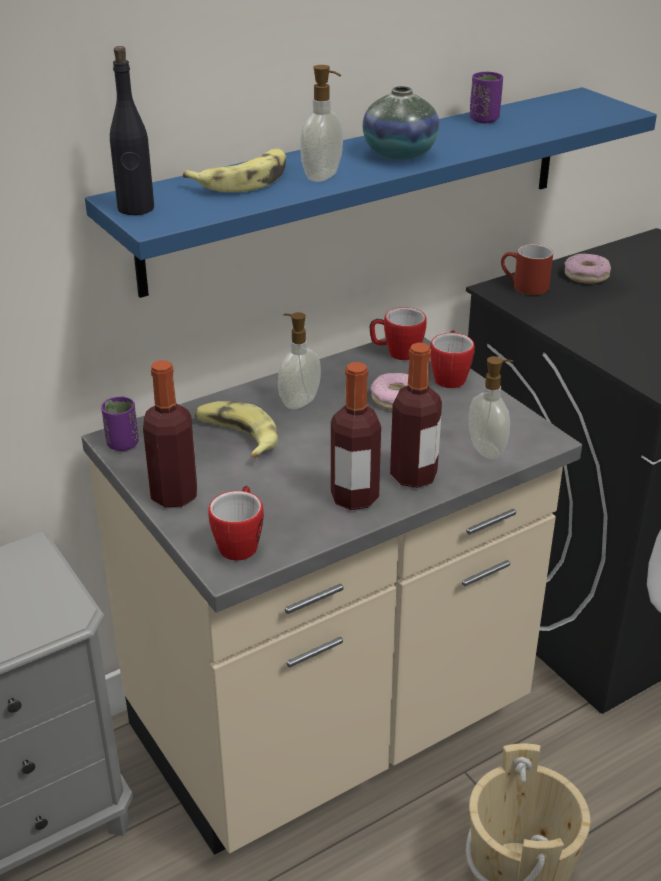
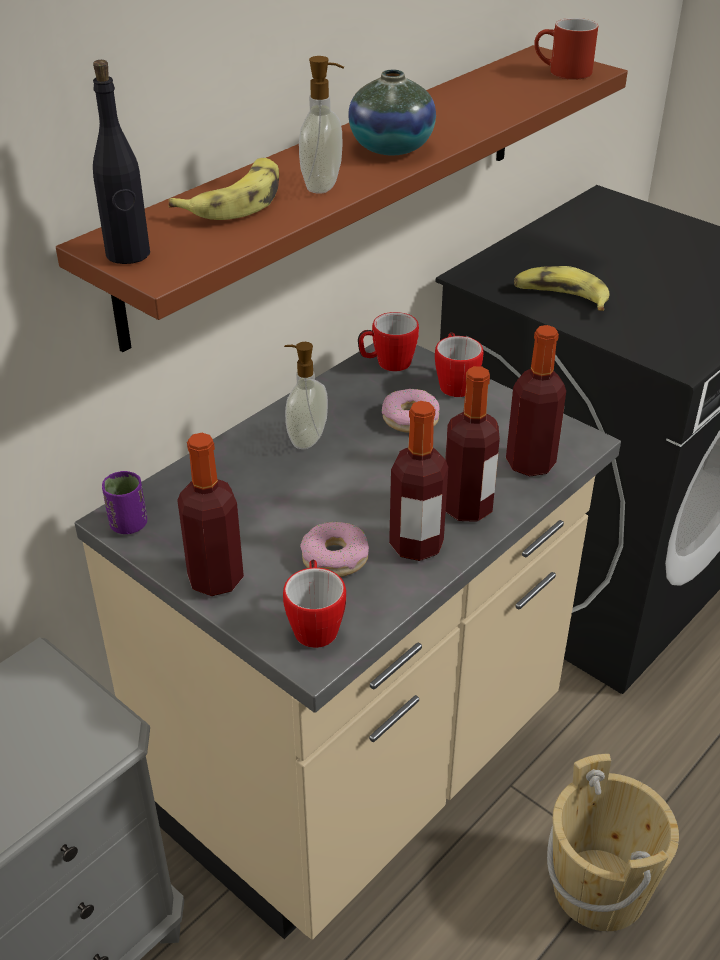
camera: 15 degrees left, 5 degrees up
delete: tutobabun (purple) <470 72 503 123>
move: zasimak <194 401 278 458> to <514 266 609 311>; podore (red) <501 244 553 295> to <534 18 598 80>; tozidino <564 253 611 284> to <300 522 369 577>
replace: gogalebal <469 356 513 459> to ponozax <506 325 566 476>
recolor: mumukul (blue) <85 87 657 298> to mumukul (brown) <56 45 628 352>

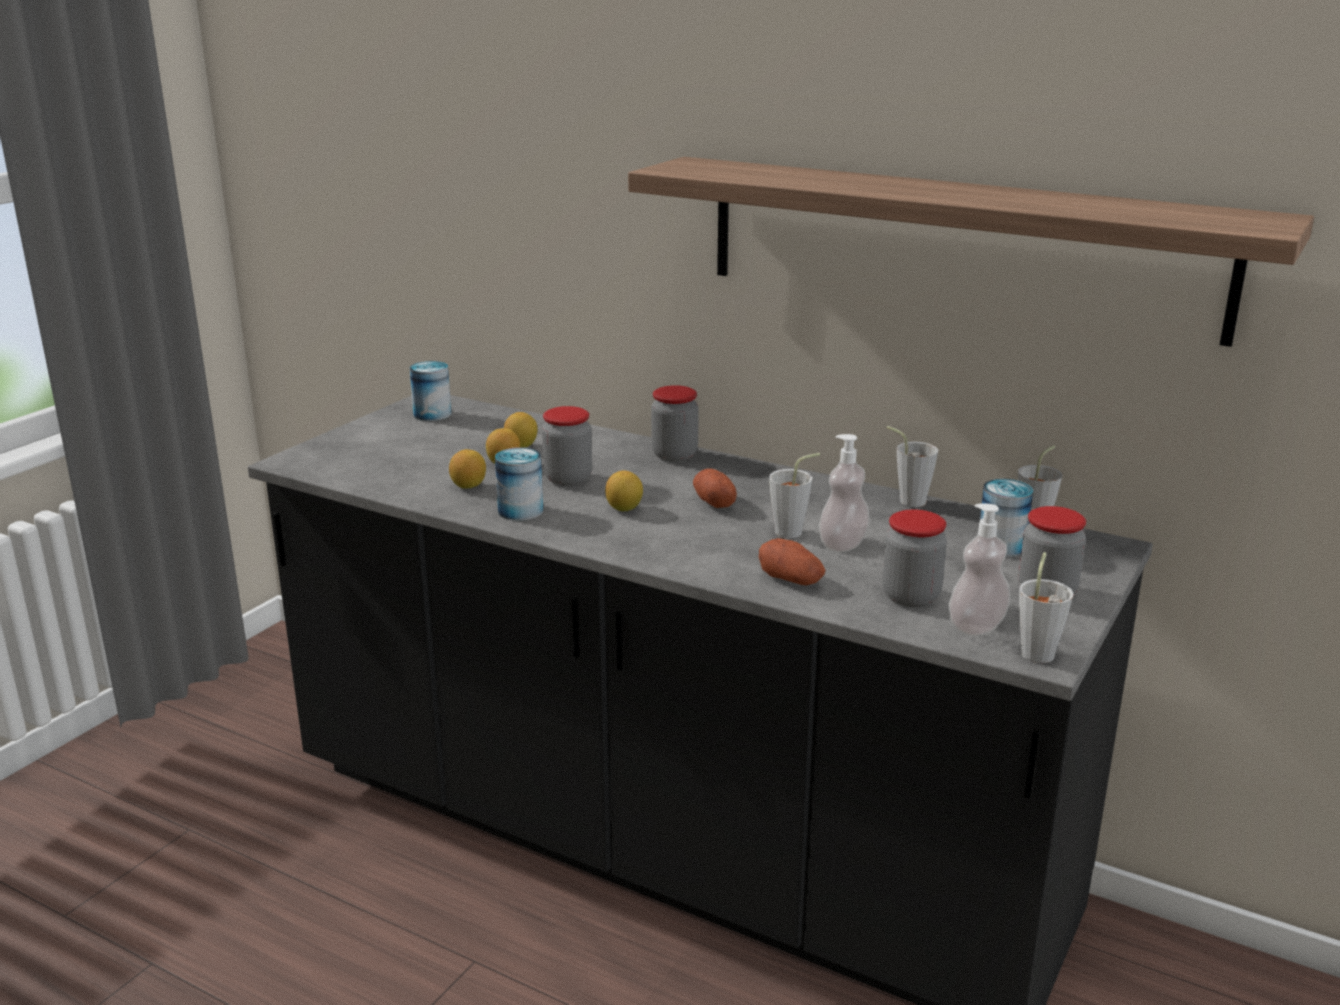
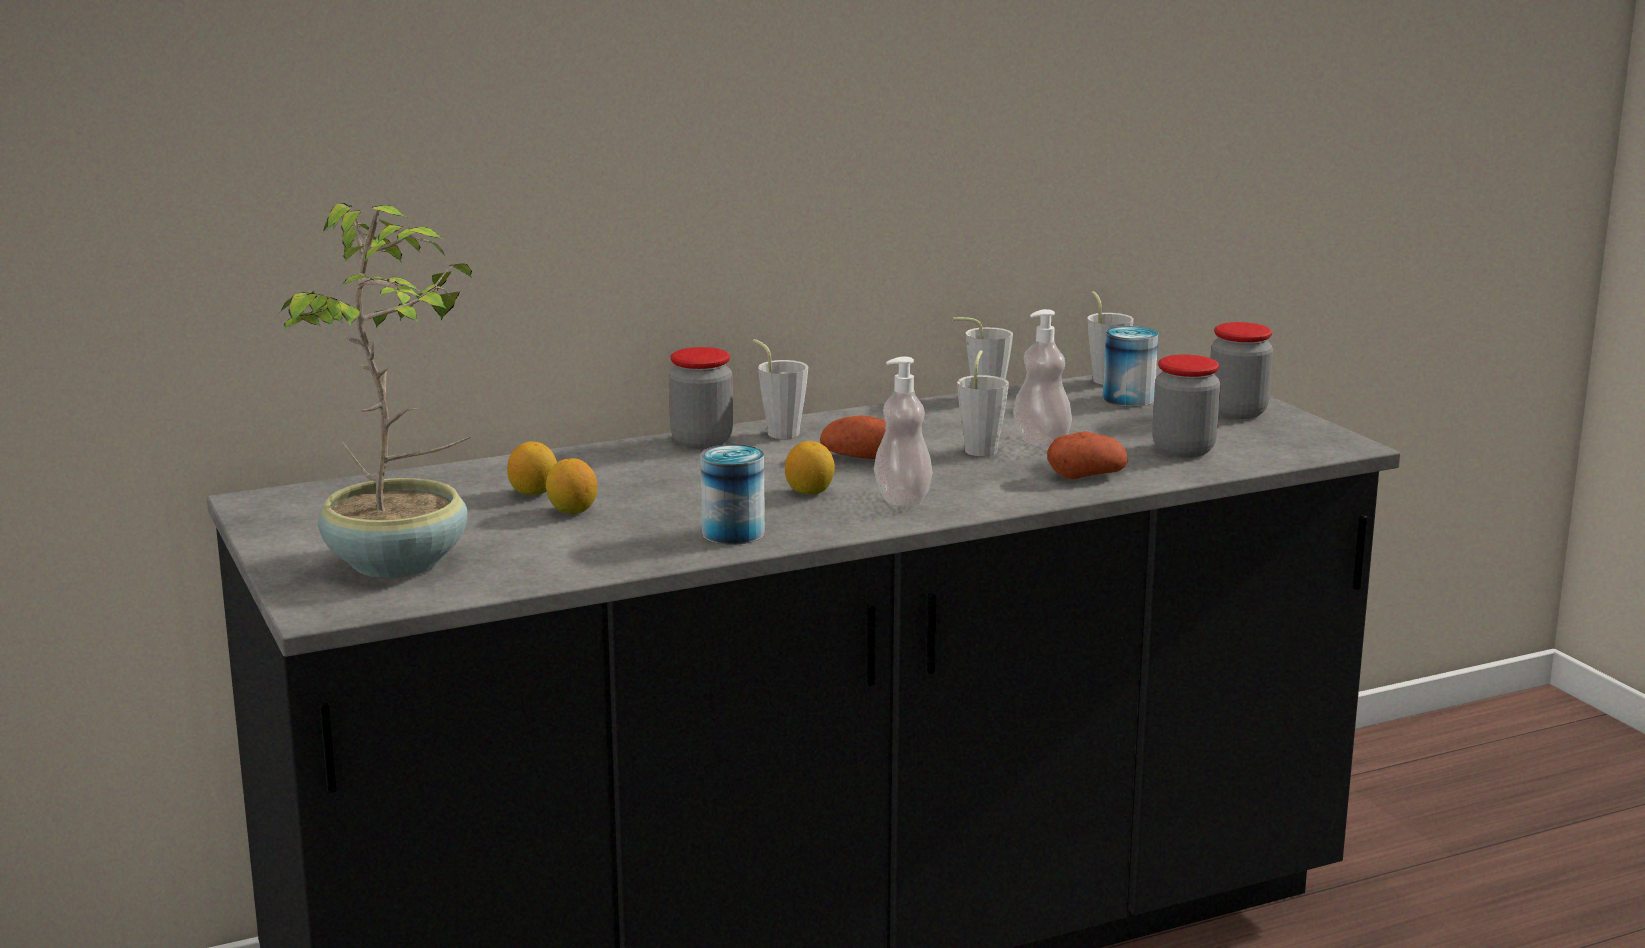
camera: 55 degrees left, 5 degrees down
delete: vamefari <410 361 451 421>; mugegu <449 449 486 489>; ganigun <542 406 592 486>; mumukul <628 157 1314 347>
insert: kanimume <279 203 472 578>
move: gogalebal <949 503 1011 636> to <874 357 933 506>; tutobabun (grey) <1019 552 1074 663> to <753 339 809 439>

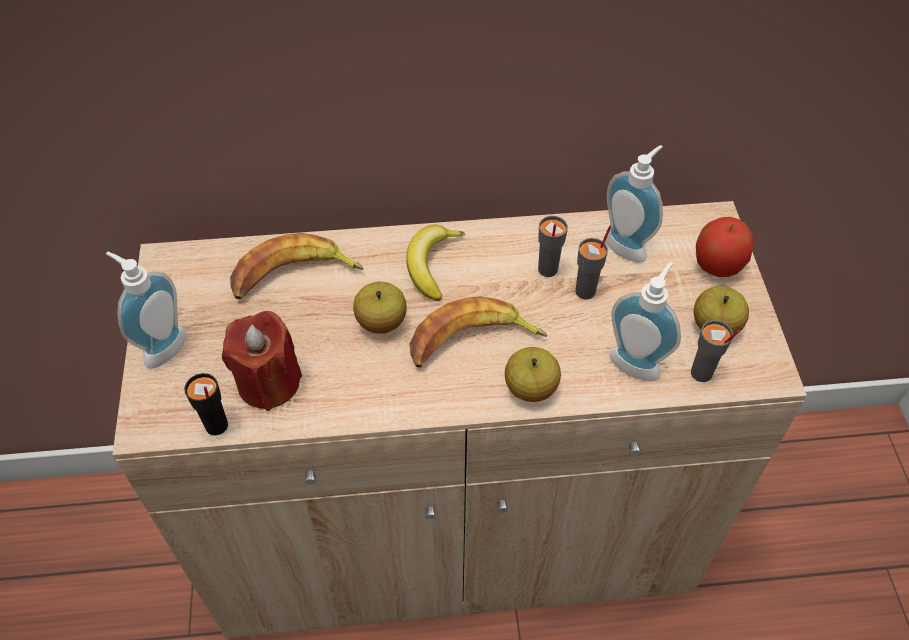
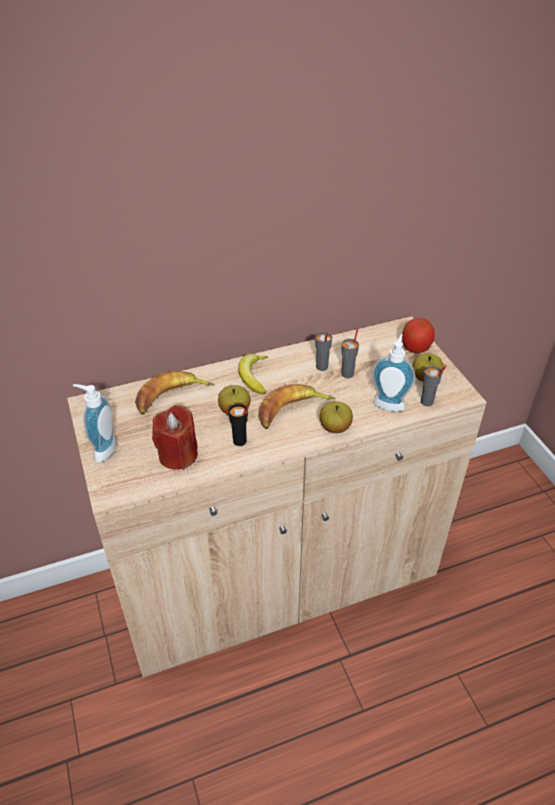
camera: 15 degrees left, 10 degrees down
delete: gogalebal <604 145 663 263>
move: tutobabun (black) <184 373 228 435> to <229 404 248 446>

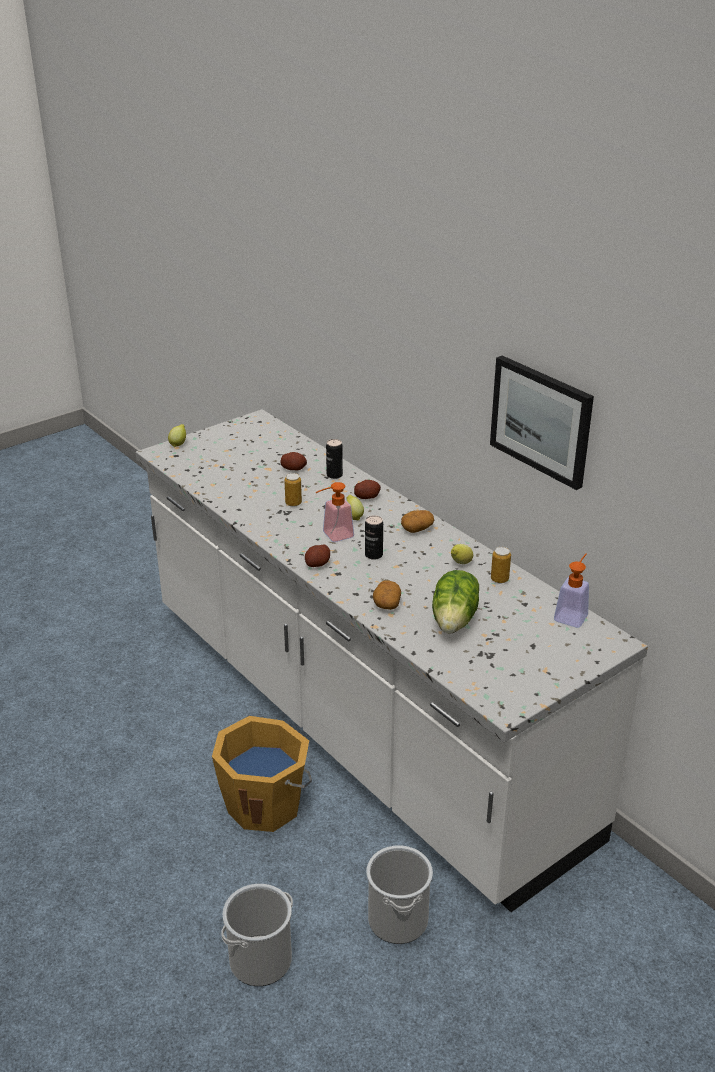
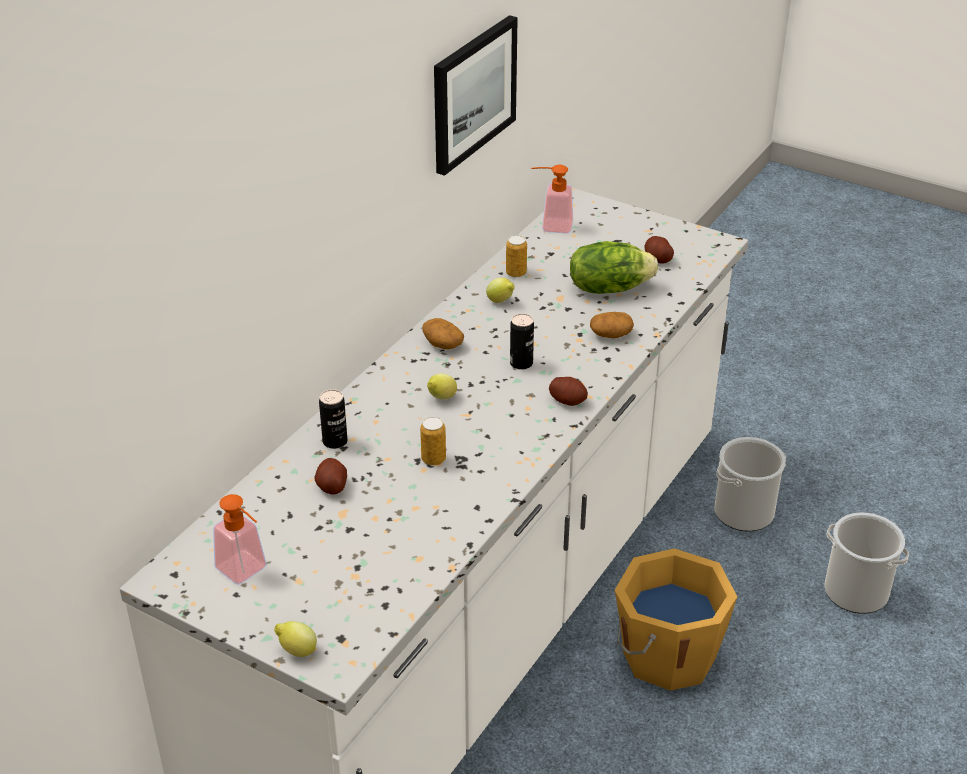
camera: 110 degrees left, 5 degrees up
move: gogalebal <315 482 354 542> to <213 494 267 585>; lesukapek <354 480 381 499> to <645 236 674 264>

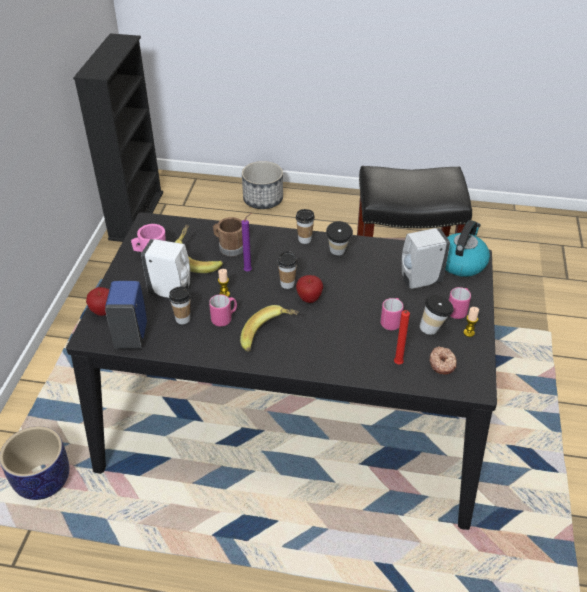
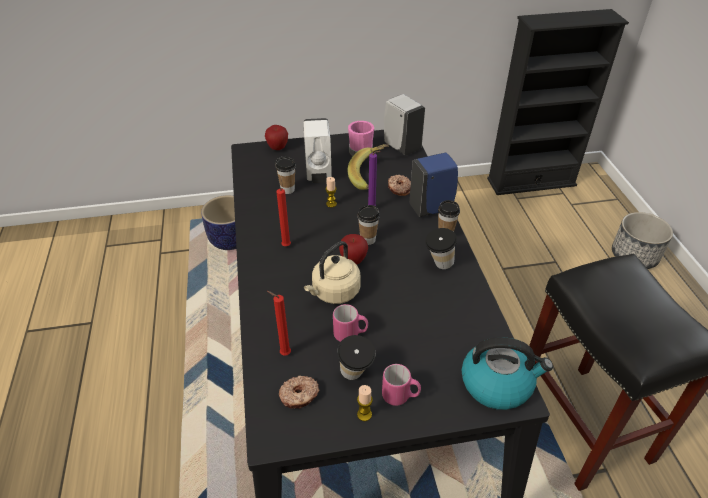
camera: 70 degrees right, 0 degrees up
delete: podore (pink) <209 294 237 327>
insert: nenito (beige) <304 241 361 304>
move: gogalebal (blue) <105 281 147 349> to <409 153 458 217>; gogalebal (white) <401 228 450 289> to <384 94 425 156>
replace: podore (brown) <213 217 243 256> to tozidino <388 175 411 196>; zasimak <240 305 298 352> to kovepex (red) <276 188 291 246>

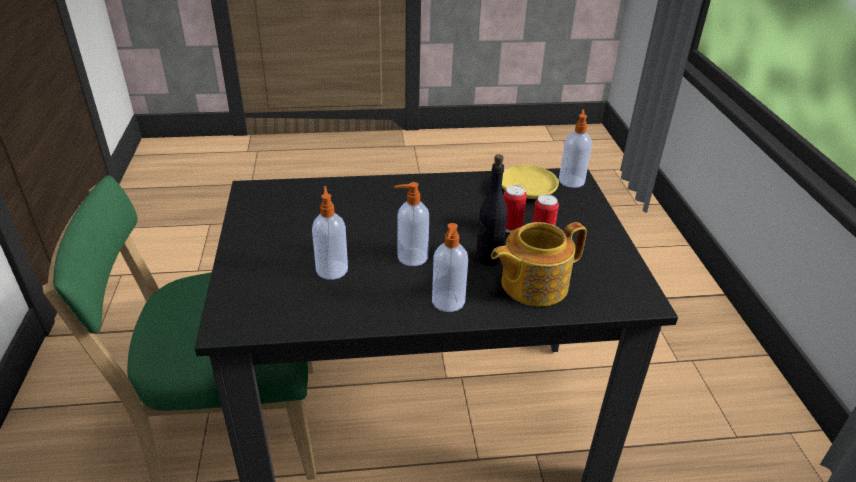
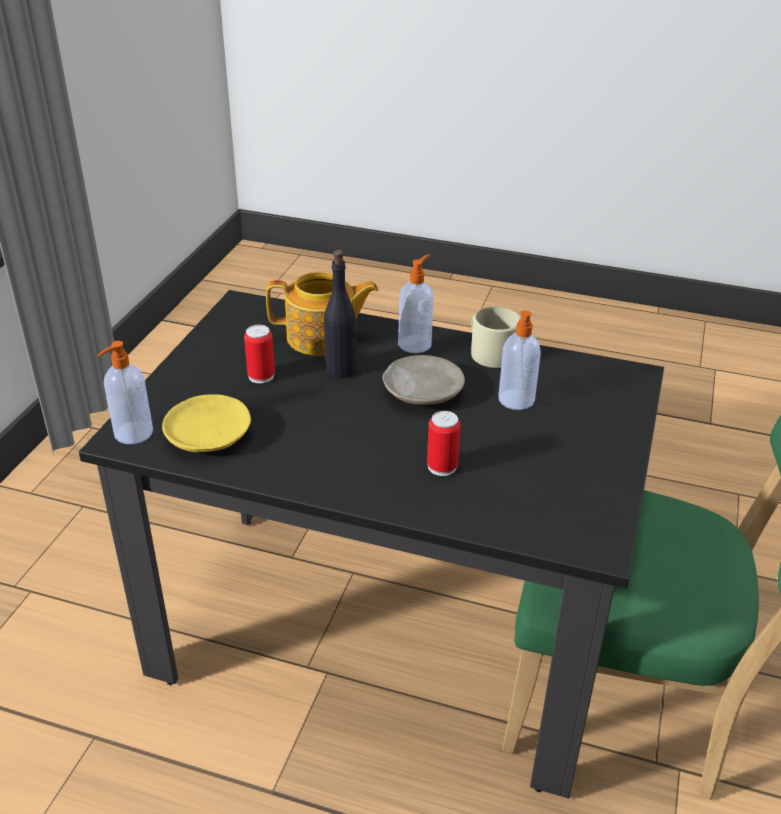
camera: 155 degrees left, 0 degrees up
insert: podore (beige) <471 307 521 368>
move: vamefari <504 185 527 233> to <427 411 461 476>
replace: gogalebal <394 182 429 266> to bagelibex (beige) <383 355 465 405>

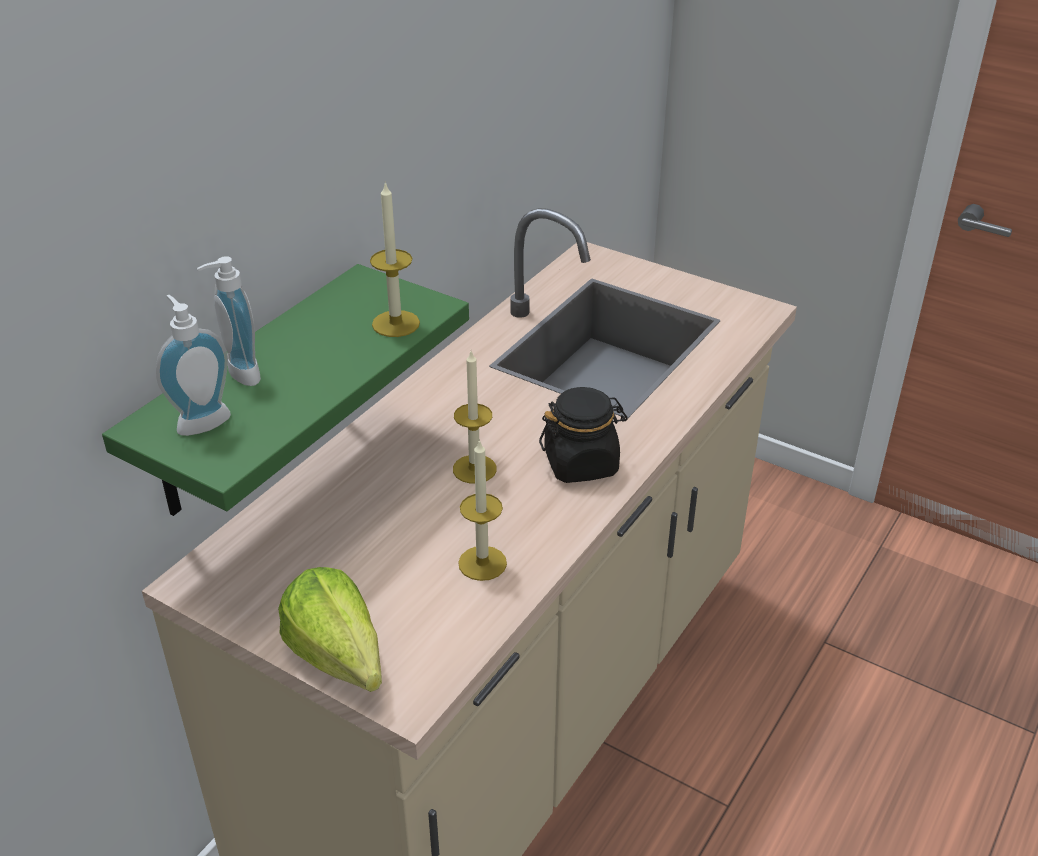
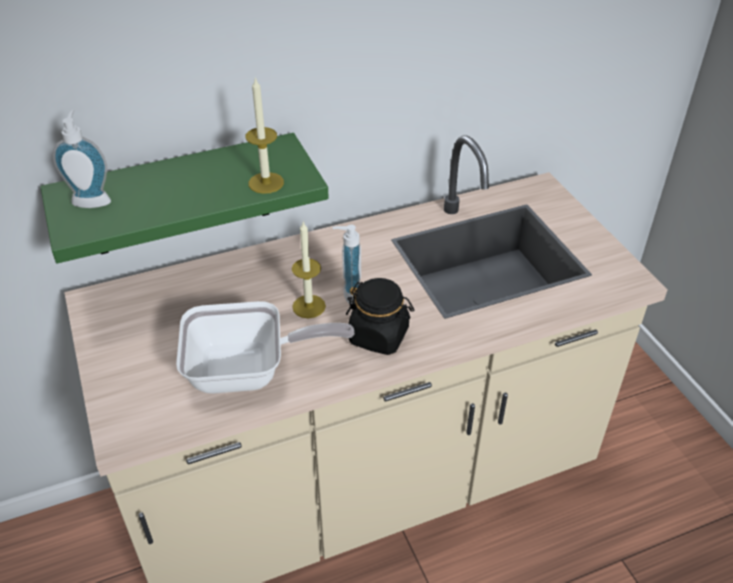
camera: 35 degrees right, 5 degrees up
delete: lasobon <278 567 382 692>
move: gogalebal <197 256 261 386> to <333 225 361 304>
replace: kovepex <458 439 507 581> to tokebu <176 301 355 394>

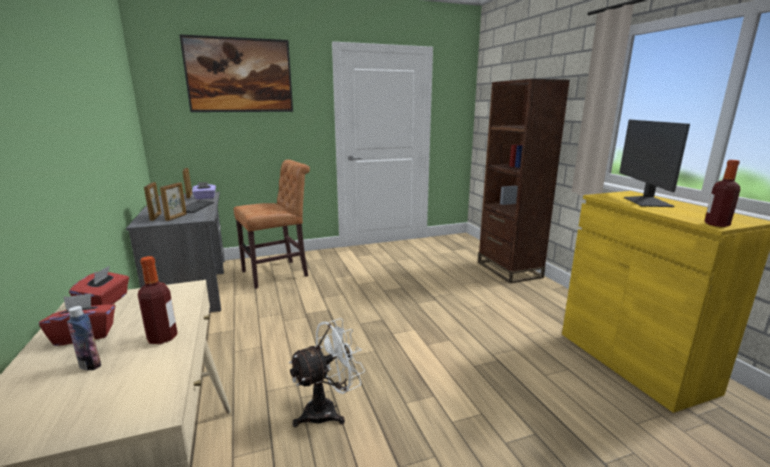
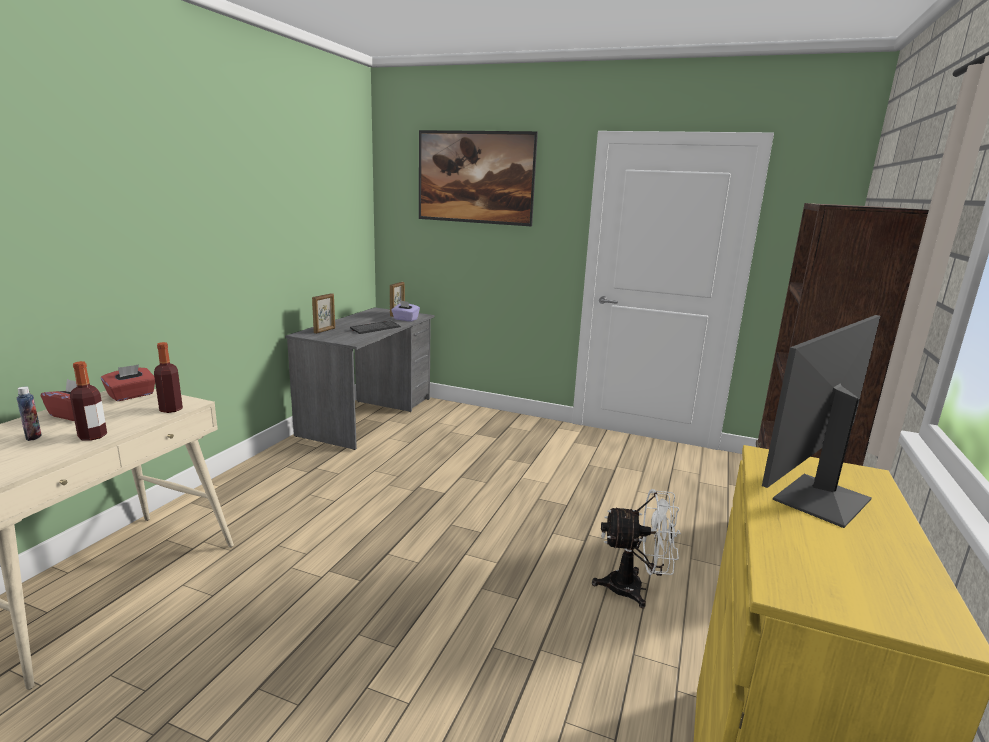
camera: 40 degrees right, 0 degrees up
delete: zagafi <160 182 187 221>; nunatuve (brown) <234 159 310 289>
move: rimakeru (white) <289 318 365 427> to <592 489 681 608>; ponozax <705 160 741 227> to <154 342 183 413>

